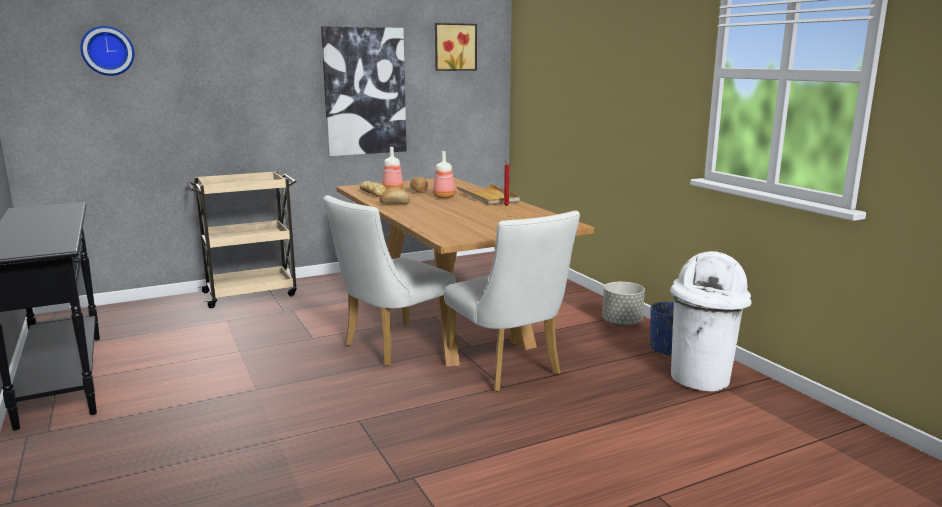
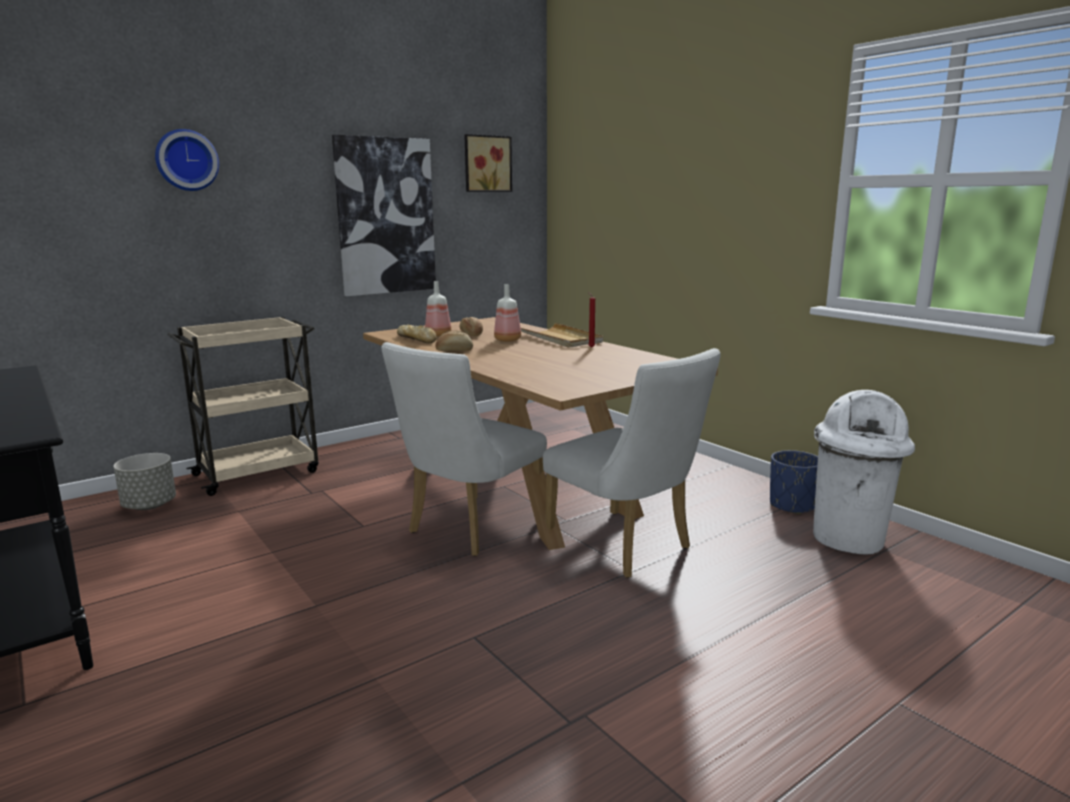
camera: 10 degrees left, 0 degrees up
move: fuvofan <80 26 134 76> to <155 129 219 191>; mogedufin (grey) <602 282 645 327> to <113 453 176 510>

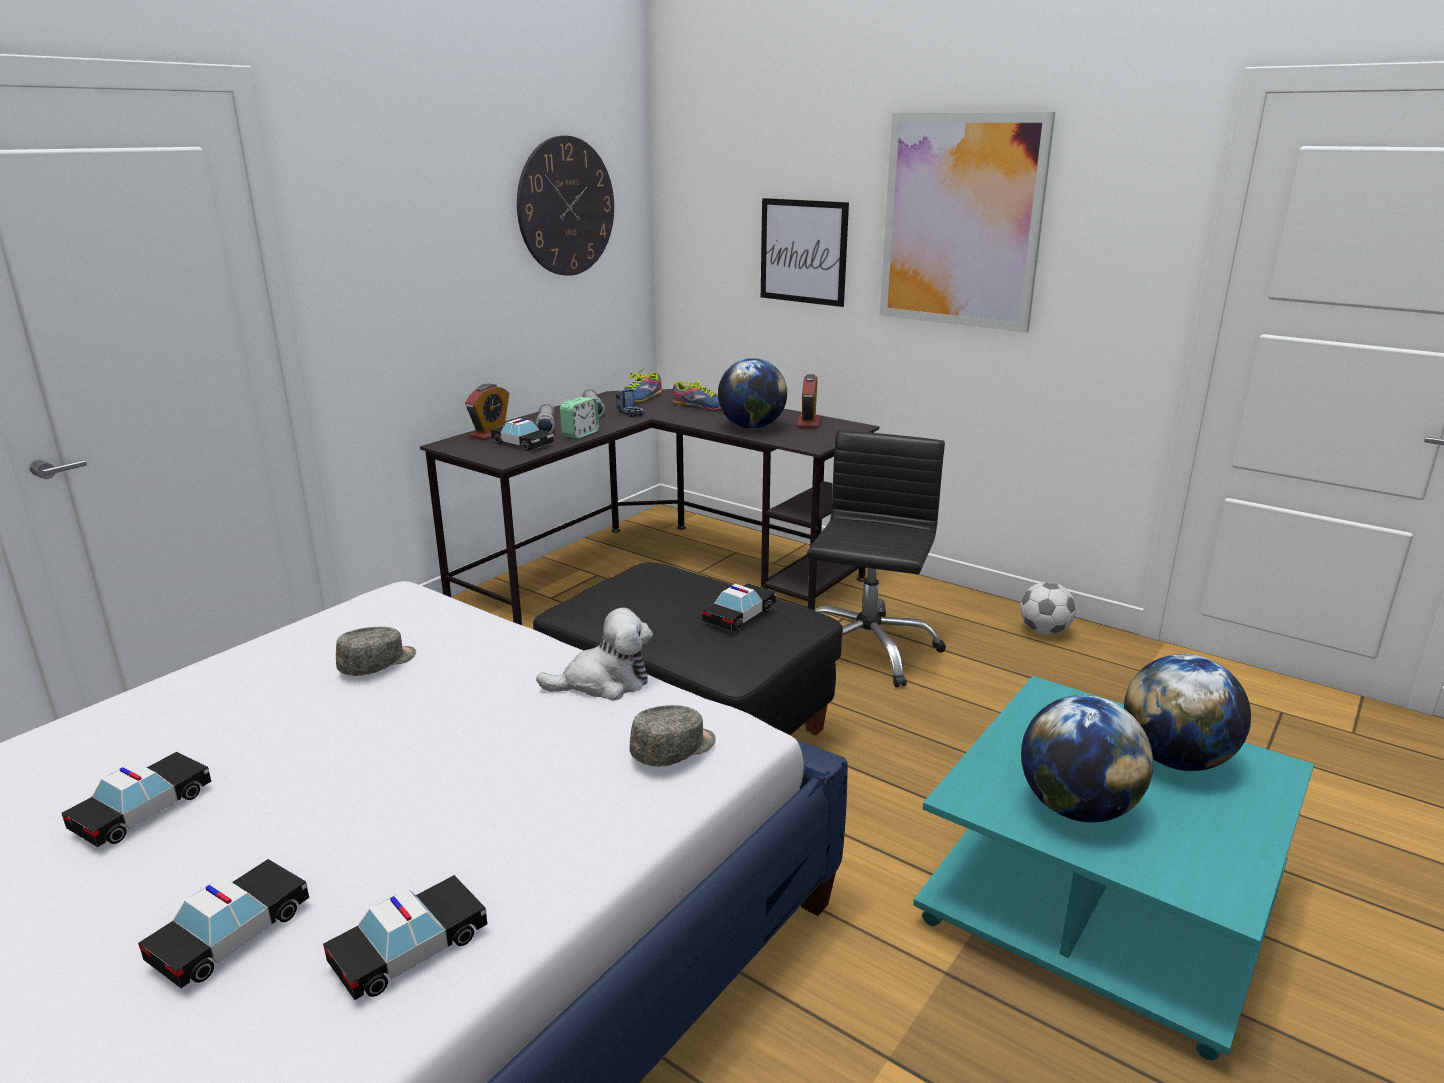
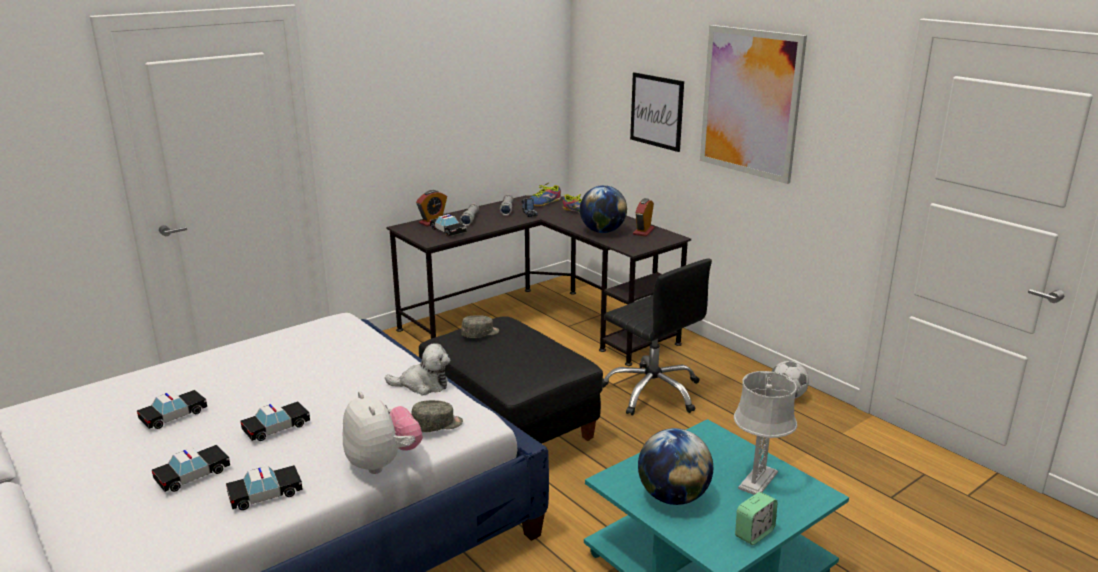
camera: 15 degrees right, 0 degrees up
delete: fuvofan <517 136 614 276>
insert: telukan <343 391 423 474>
move: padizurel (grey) <336 627 416 676> to <461 315 499 338>; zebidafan <560 397 599 439> to <735 492 778 545>; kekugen <702 583 776 631> to <240 401 310 441>
replace: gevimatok <1124 654 1251 771> to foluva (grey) <734 371 797 495>
rotate: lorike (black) <807 430 946 688> = <602 258 712 416> 105 degrees clockwise

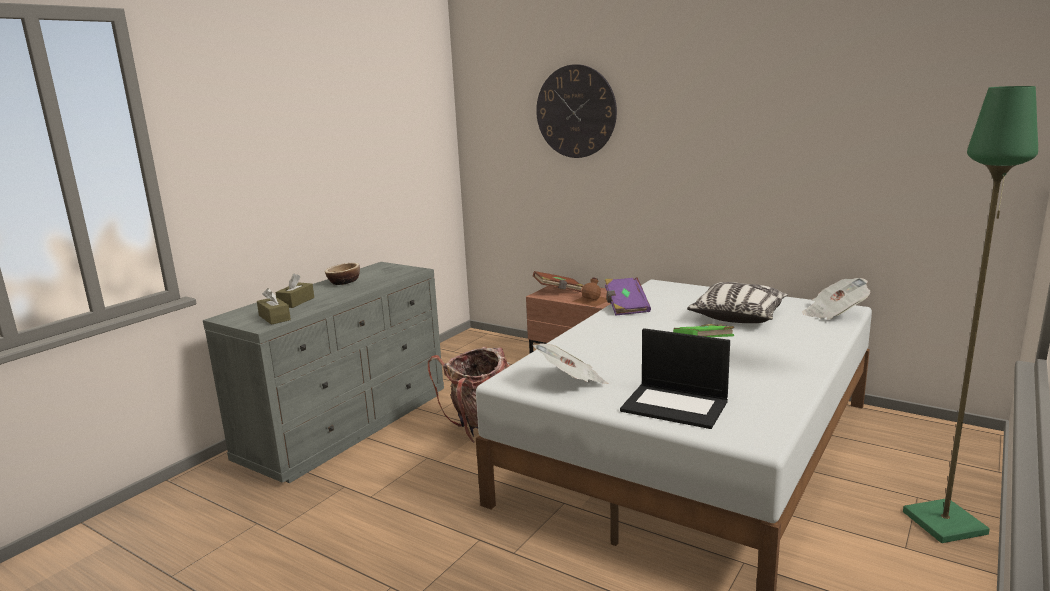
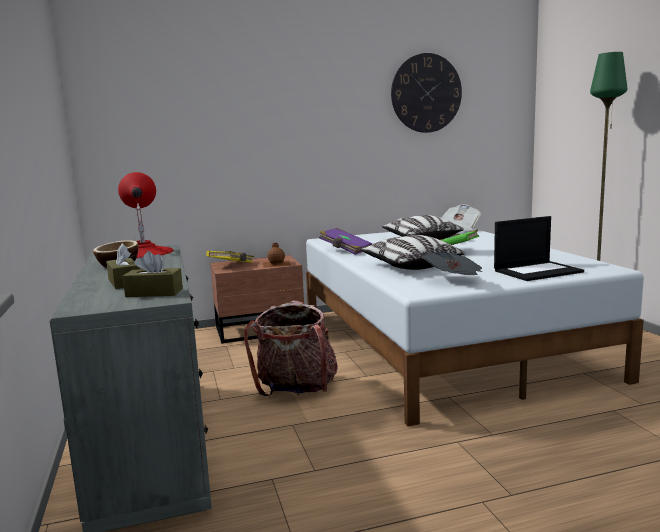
camera: 50 degrees left, 5 degrees down
insert: foluva (red) <118 172 174 258>; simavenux <361 235 465 270>
move: fuvofan <536 64 617 158> to <391 53 462 133>
recolor: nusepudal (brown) <533 271 584 292> to nusepudal (yellow) <206 251 254 263>

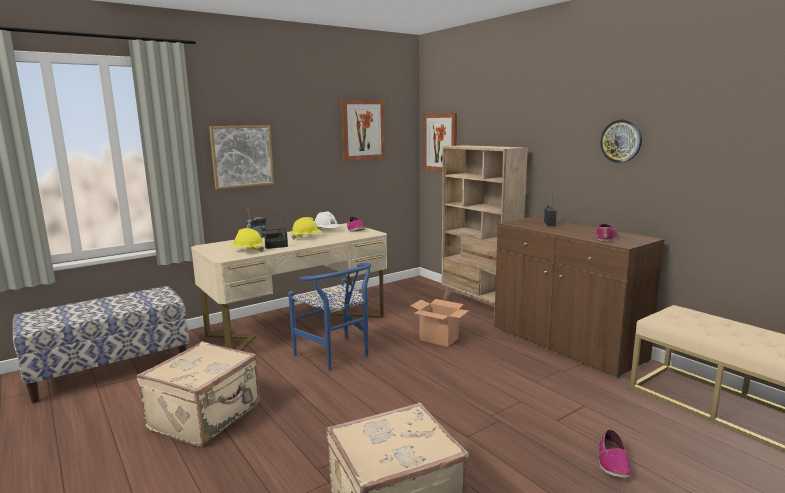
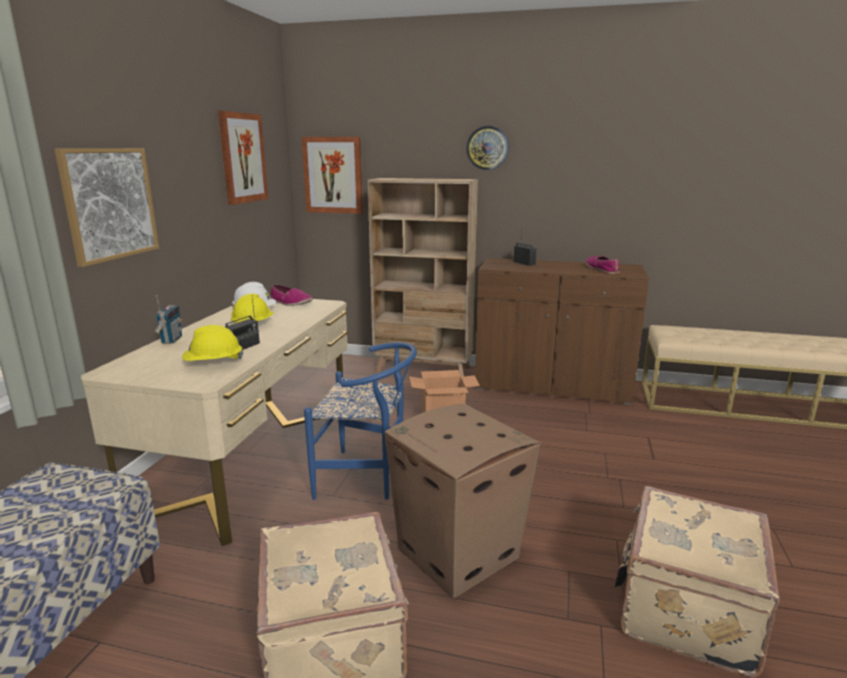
camera: 40 degrees left, 5 degrees up
delete: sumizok <599 429 632 478>
insert: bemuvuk <384 404 541 598>
move: fuvofan <600 120 642 163> to <466 126 509 170>

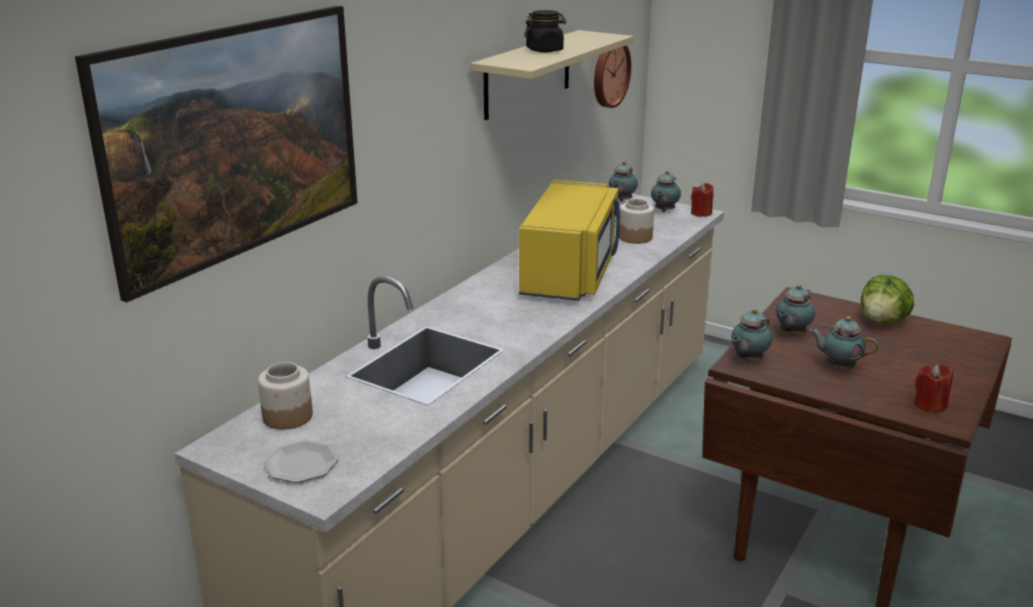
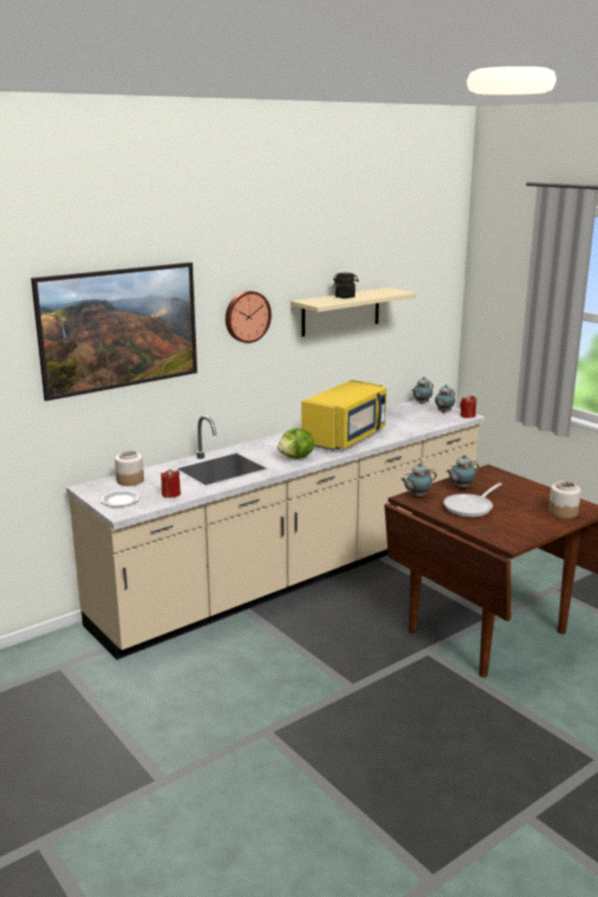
camera: 20 degrees right, 5 degrees down
move: fuvofan <594 45 631 108> to <225 291 271 343>; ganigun <619 199 654 244> to <549 481 581 519>; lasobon <861 275 914 323> to <277 428 314 459>; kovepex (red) <914 364 953 413> to <161 468 181 498>
replace: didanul <809 316 879 369> to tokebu <443 483 502 517>

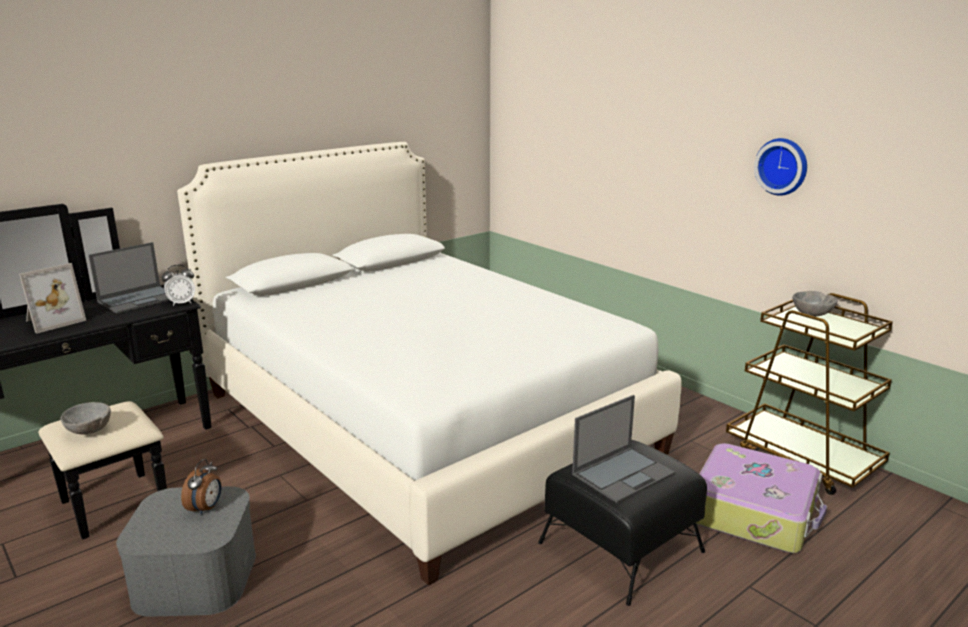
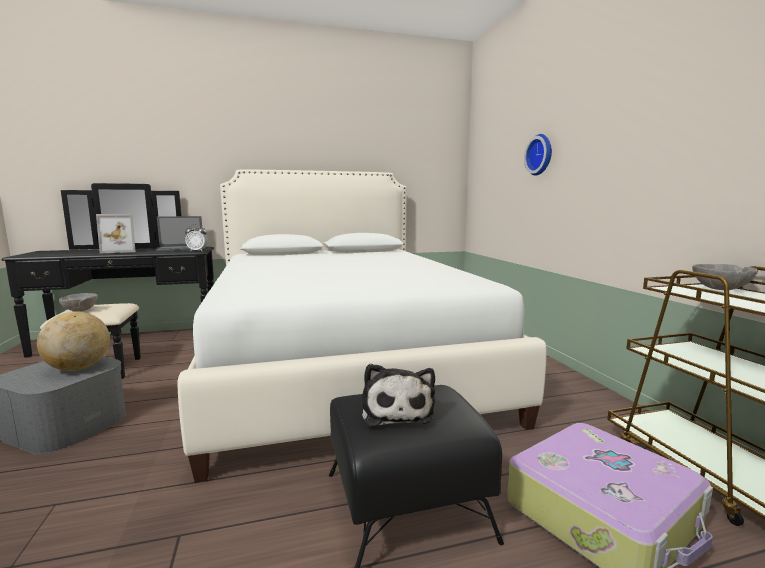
camera: 25 degrees right, 10 degrees down
move: fuvofan <754 138 807 196> to <524 134 552 176>
replace: zebidafan <181 459 221 515> to gevimatok <37 312 110 371>; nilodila <572 395 675 503> to telukan <362 364 435 426>

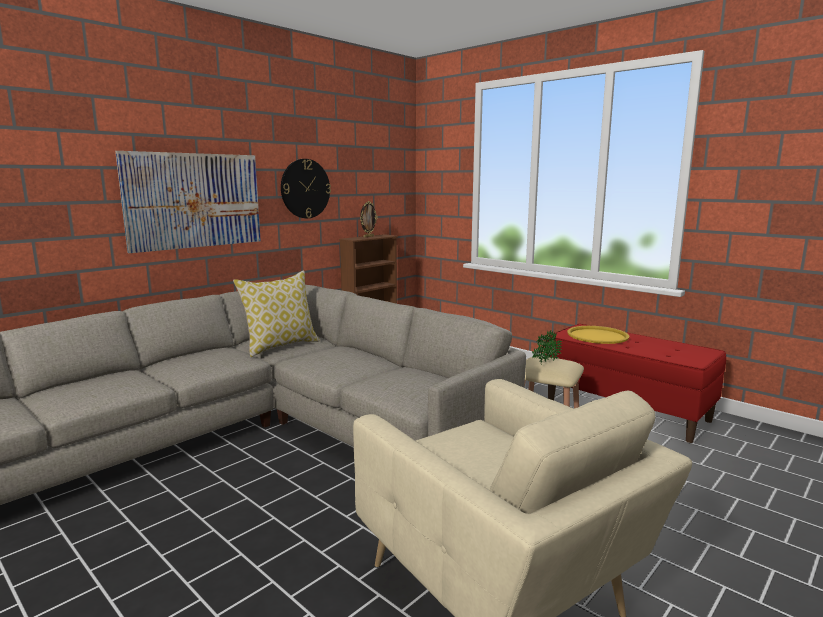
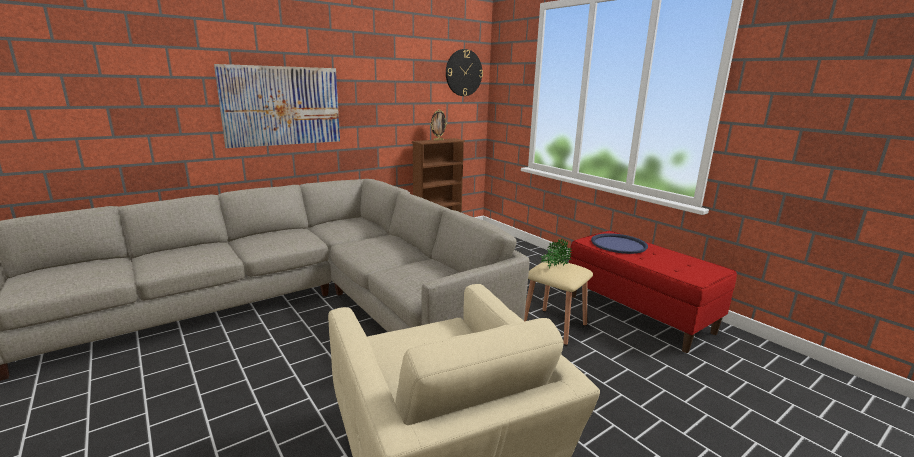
camera: 10 degrees right, 5 degrees up
delete: simavenux <233 271 320 357>
move: fuvofan <281 159 331 218> to <446 49 483 96>
recolor: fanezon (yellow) <567 326 629 344> to fanezon (blue) <591 233 648 254>

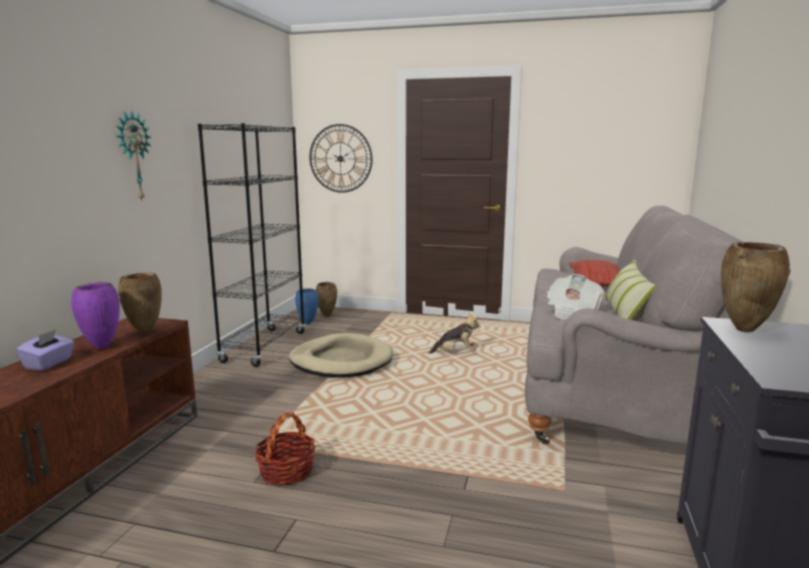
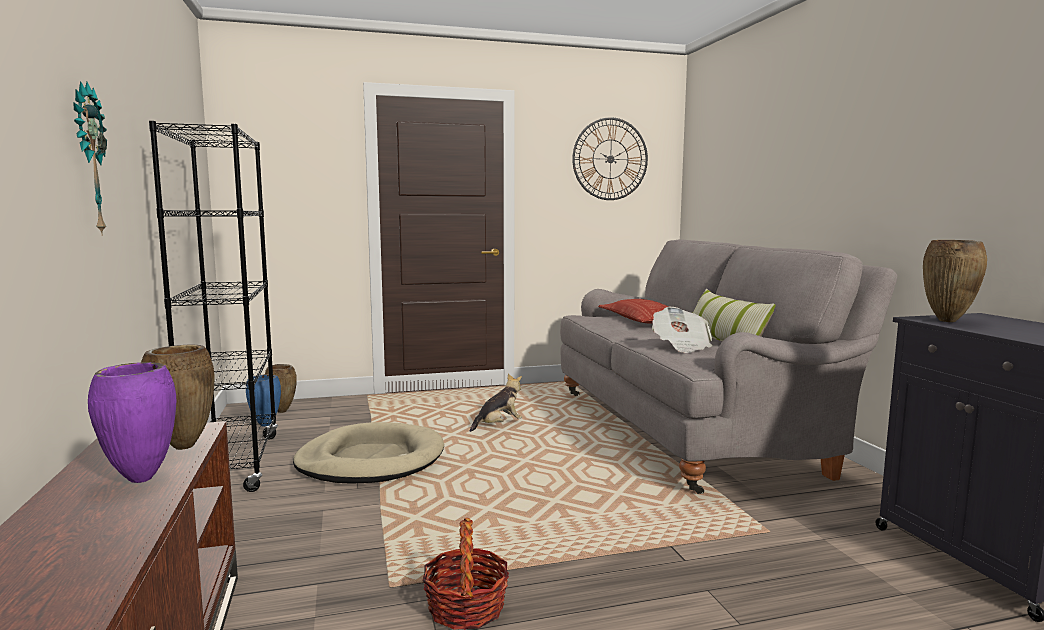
camera: 30 degrees left, 5 degrees down
delete: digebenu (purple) <16 329 74 371>
move: fuvofan <309 124 373 193> to <572 117 648 200>

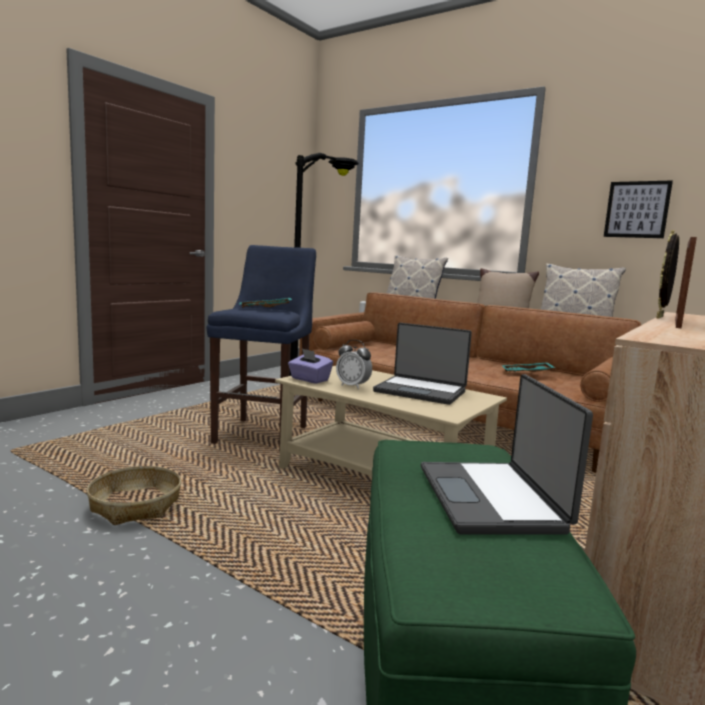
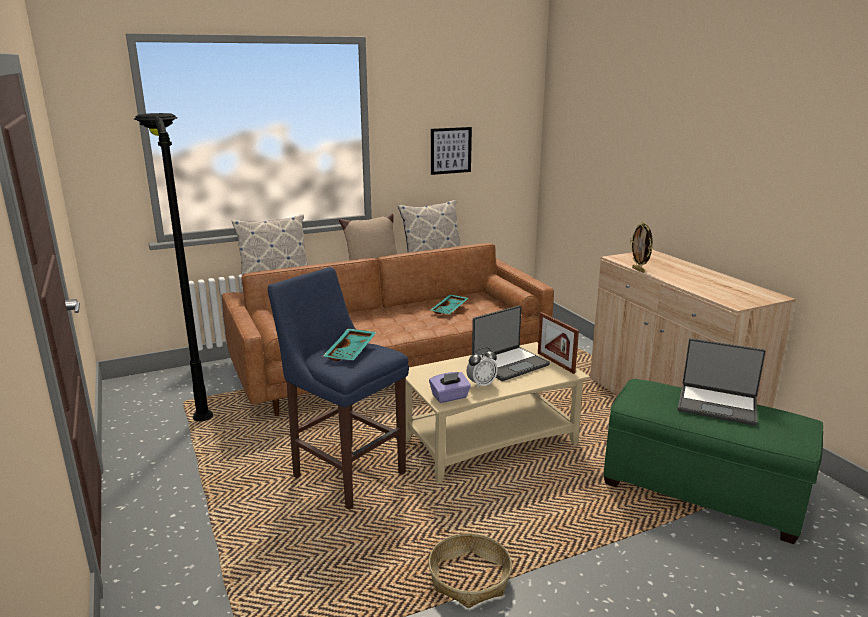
camera: 60 degrees left, 10 degrees up
move: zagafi <675 237 697 328> to <538 312 579 374>

